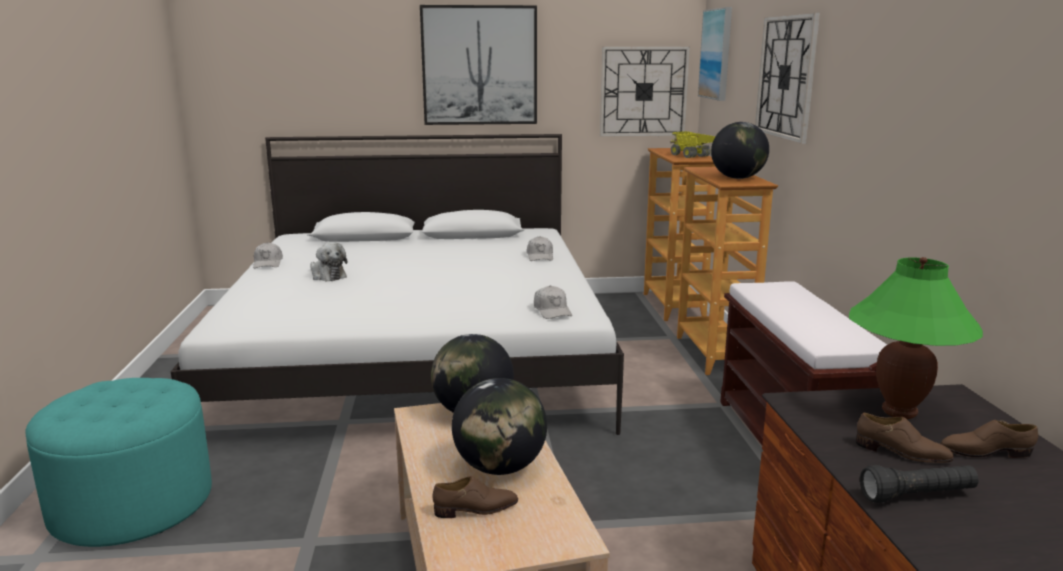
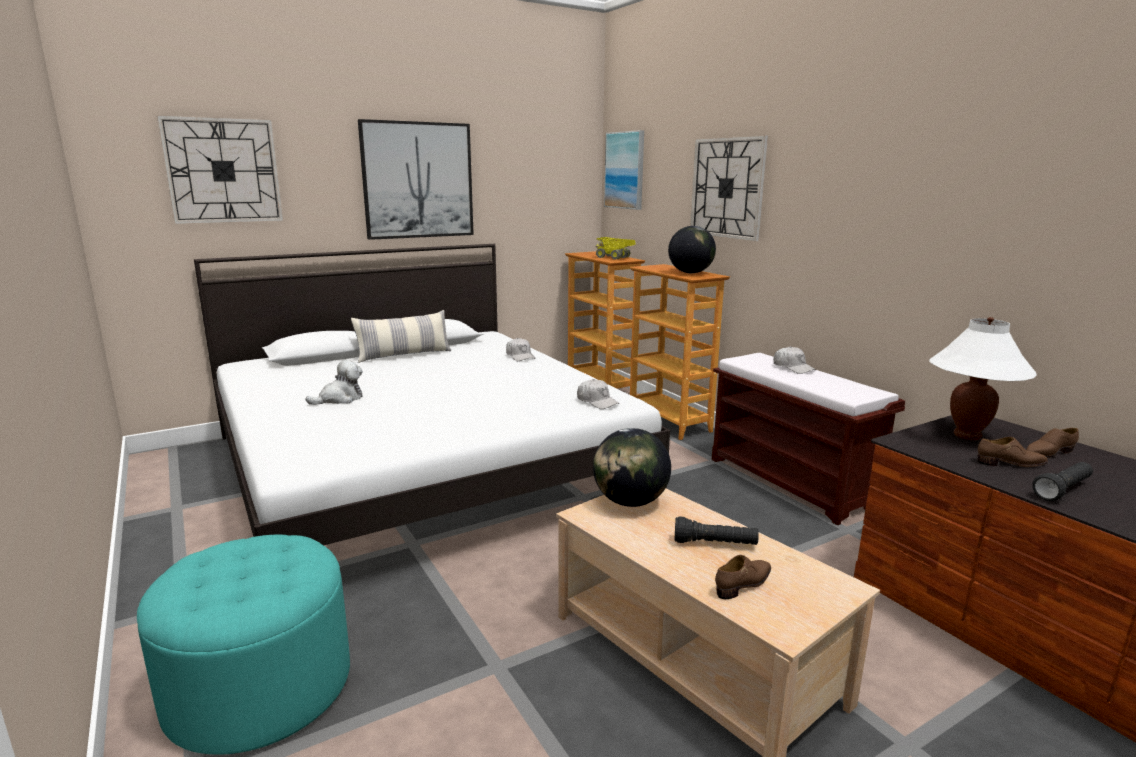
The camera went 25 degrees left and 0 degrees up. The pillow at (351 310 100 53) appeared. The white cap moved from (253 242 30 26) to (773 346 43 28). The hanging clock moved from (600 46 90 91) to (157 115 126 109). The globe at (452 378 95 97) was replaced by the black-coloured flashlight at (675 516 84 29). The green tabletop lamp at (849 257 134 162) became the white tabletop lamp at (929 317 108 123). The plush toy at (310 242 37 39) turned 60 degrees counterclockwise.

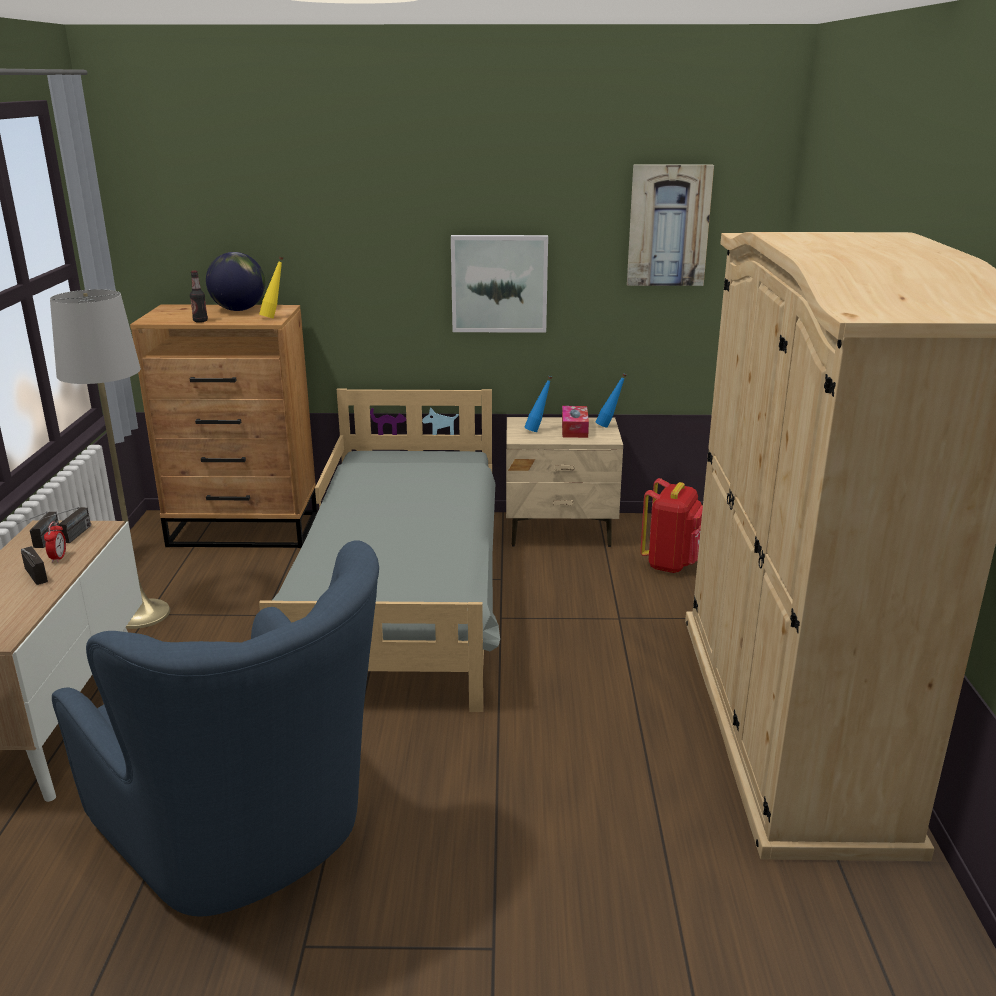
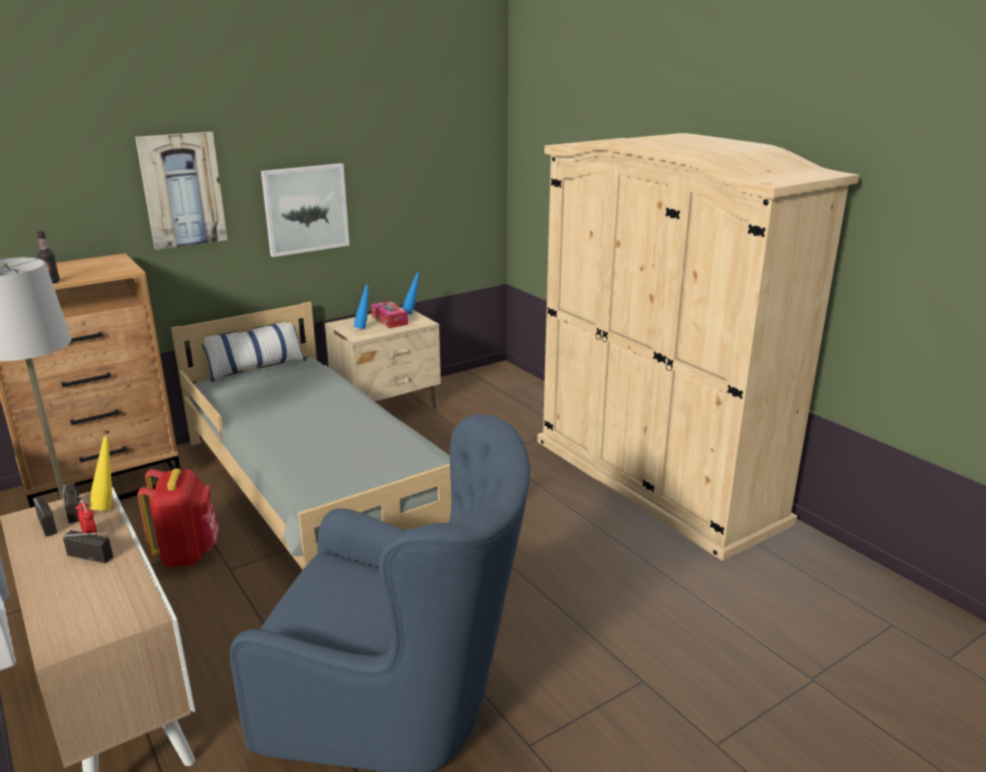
The camera went 35 degrees left and 0 degrees up. The globe at (206 252 59 59) disappeared. The pillow at (202 322 104 60) appeared. The yellow-coloured drink bottle moved from (259 257 24 62) to (90 430 22 80). The wall art moved from (627 164 87 122) to (135 132 92 118). The reddish backpack moved from (640 478 63 95) to (138 468 81 99).

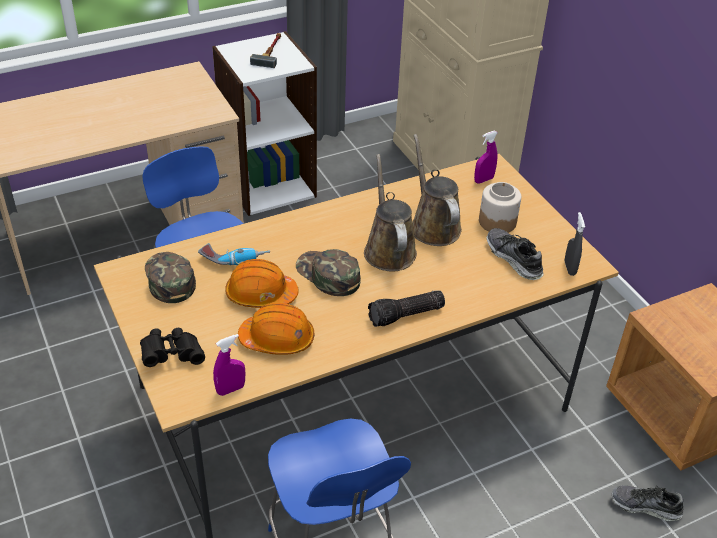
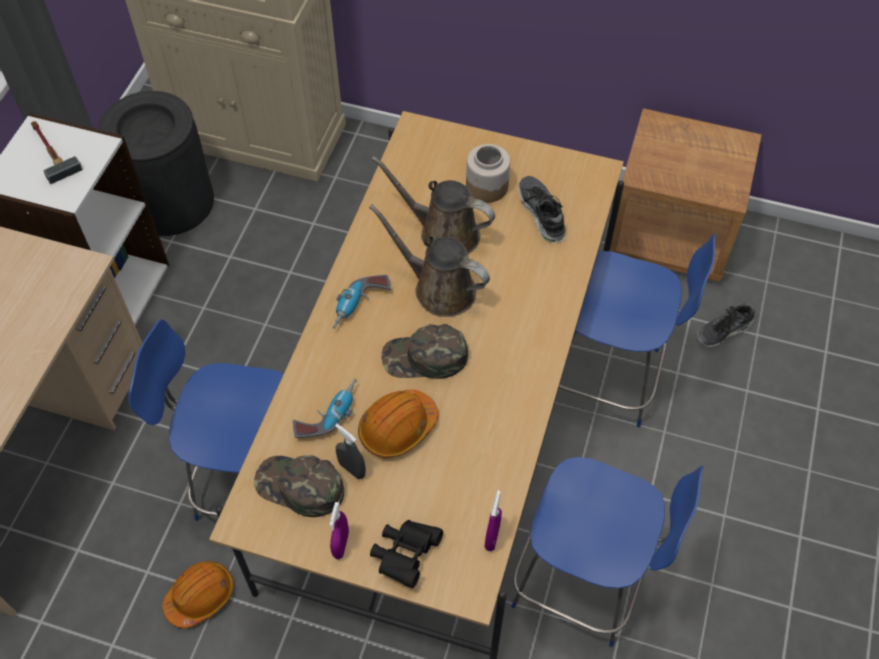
The camera went 45 degrees left and 15 degrees up. The flashlight at (368 290 77 37) disappeared. The black-coloured waste bin at (98 91 116 145) appeared. The electric drill at (333 275 58 54) appeared. The blue-coloured upright chair at (559 233 157 194) appeared. The orangey hard hat moved from (238 303 76 52) to (163 561 71 67). The purplish spray bottle moved from (474 131 24 52) to (329 502 20 57). The greyish spray bottle moved from (565 212 20 64) to (335 424 31 55). The low shoe at (486 228 58 52) turned 60 degrees clockwise.

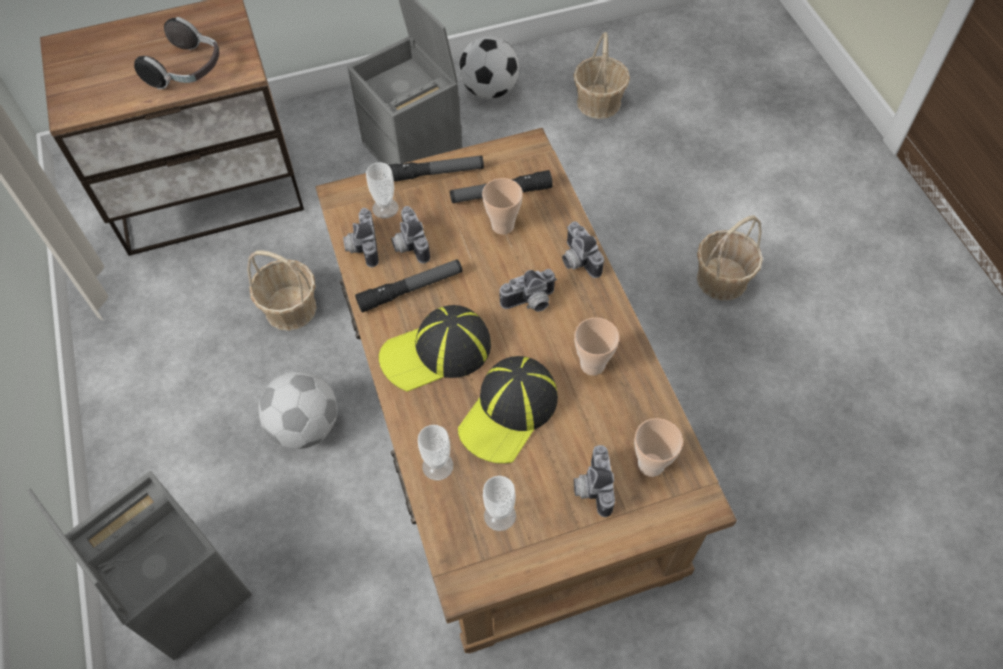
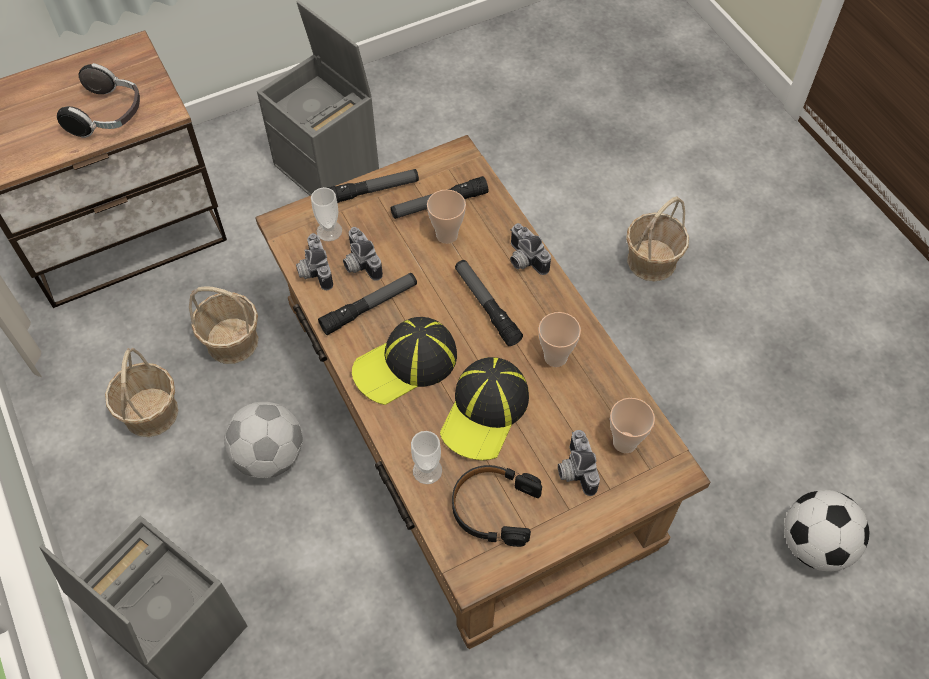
The camera went 10 degrees left and 0 degrees up. The football moved from (459 36 60 63) to (784 490 85 81). The storage basket moved from (573 32 57 87) to (105 348 73 89). The drinking cup at (483 476 33 55) was replaced by the black-coloured headphones at (452 465 90 82). The still camera at (499 269 58 43) was replaced by the flashlight at (455 260 68 86).

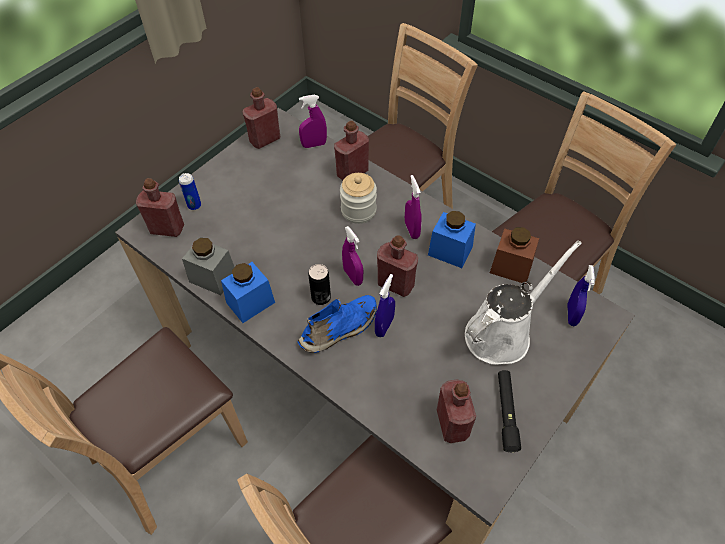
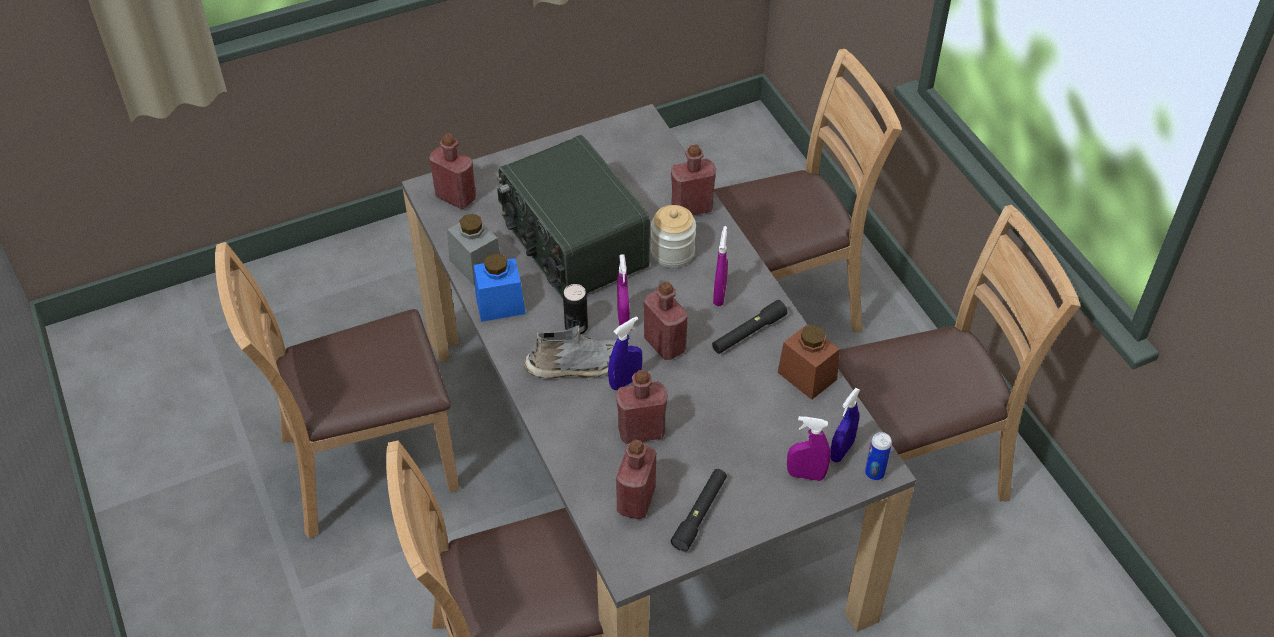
The camera went 25 degrees right and 5 degrees down. The white watering pot at (465 241 117 124) disappeared. The radio receiver at (497 135 153 164) appeared. The metal can moved from (179 173 22 37) to (865 432 27 48). The reddish drink bottle moved from (243 87 37 62) to (616 370 52 74). The purplish spray bottle moved from (299 95 28 53) to (787 416 44 65). The blue-coloured preserve jar at (428 211 48 57) was replaced by the black-coloured flashlight at (712 300 75 54). The blue-coloured low shoe at (298 295 79 58) became the greyish low shoe at (524 325 92 53).

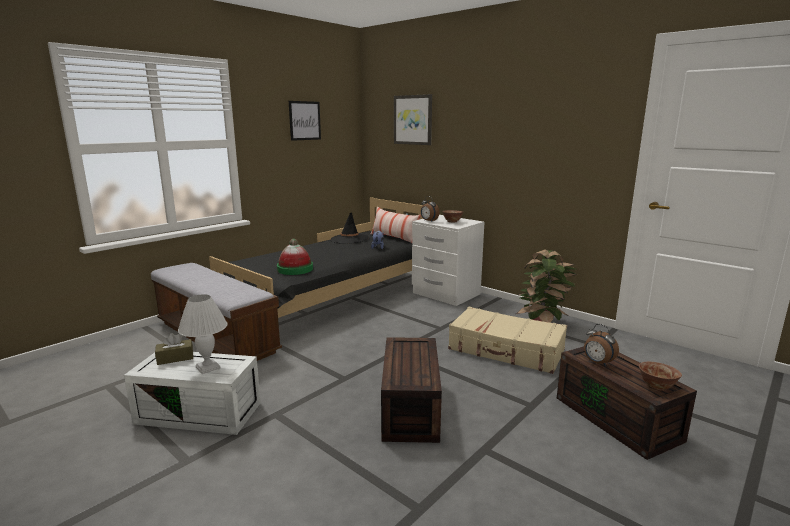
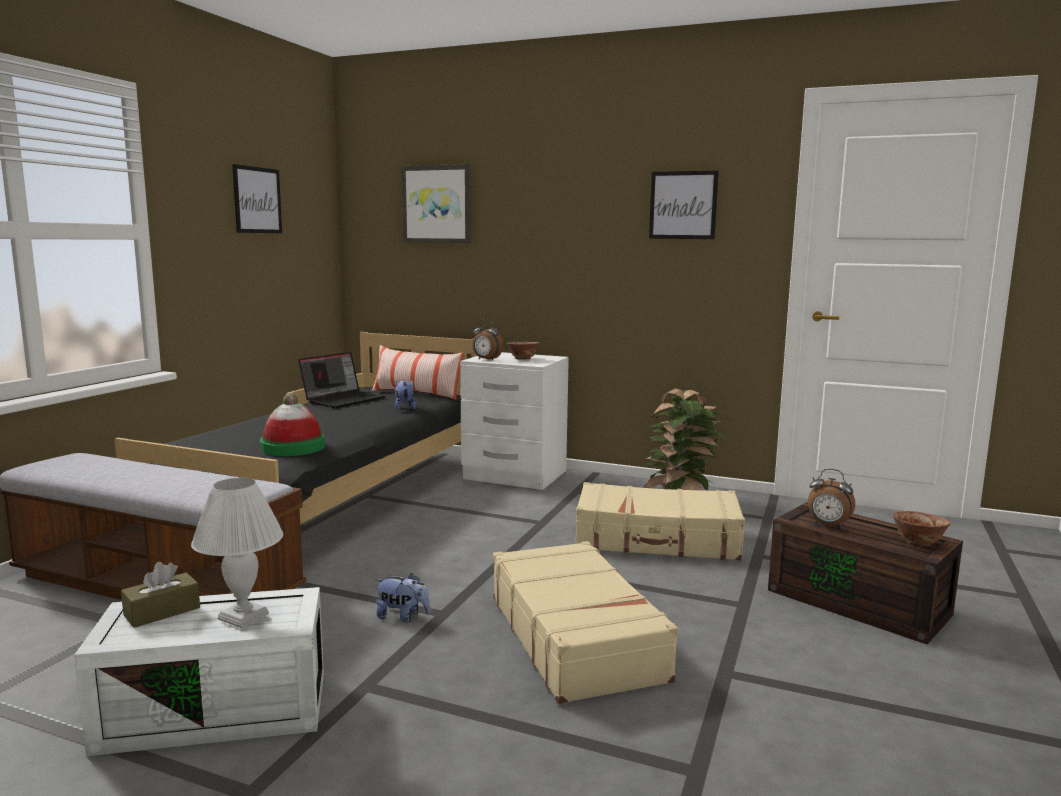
The camera went 20 degrees left and 5 degrees down. The plush toy at (375 573 56 50) appeared. The wall art at (649 171 70 68) appeared. The black-coloured wearable hat at (331 213 38 31) was replaced by the laptop at (298 352 87 56). The brown-coloured storage bin at (381 337 61 106) was replaced by the beige travel case at (493 541 186 163).

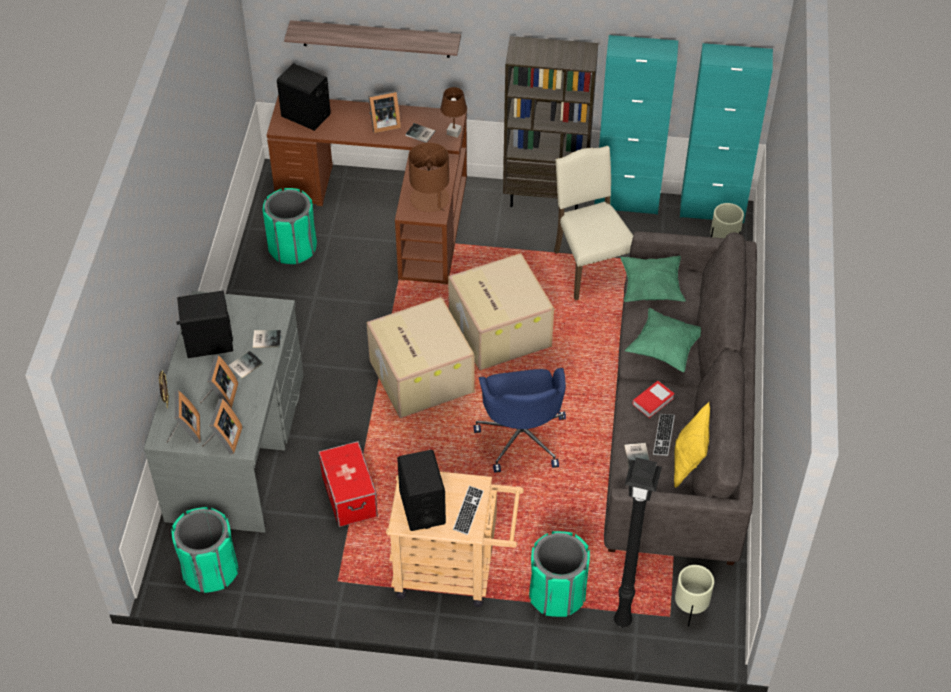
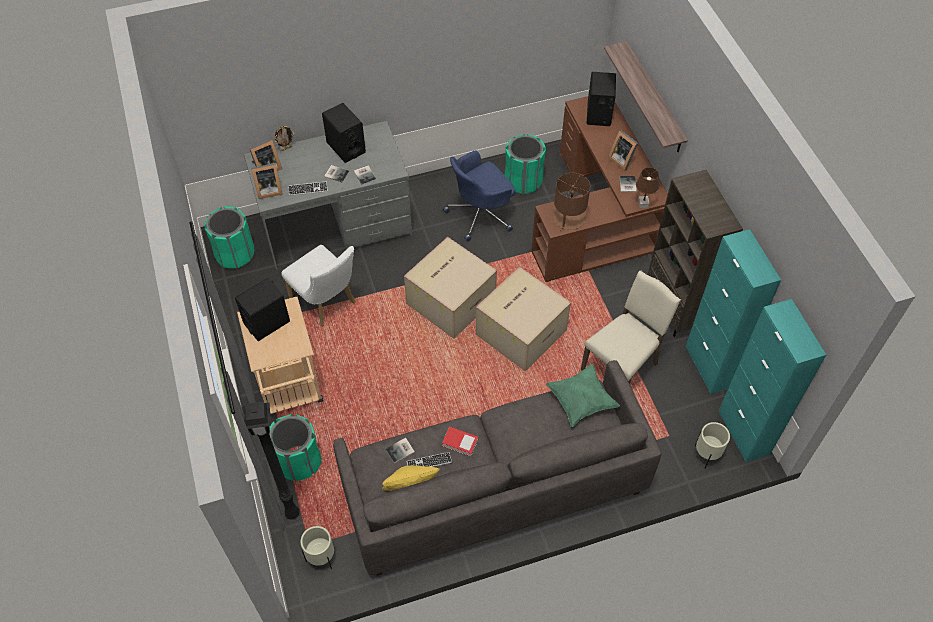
The camera went 65 degrees right and 5 degrees up. The photo frame at (200 355 38 54) disappeared. The green pillow at (625 308 76 64) disappeared. The computer keyboard moved from (453 486 31 49) to (288 181 40 15). The blue-coloured desk chair moved from (474 368 92 105) to (443 151 72 90). The storage bin at (318 441 60 86) was replaced by the white upright chair at (281 245 75 82).

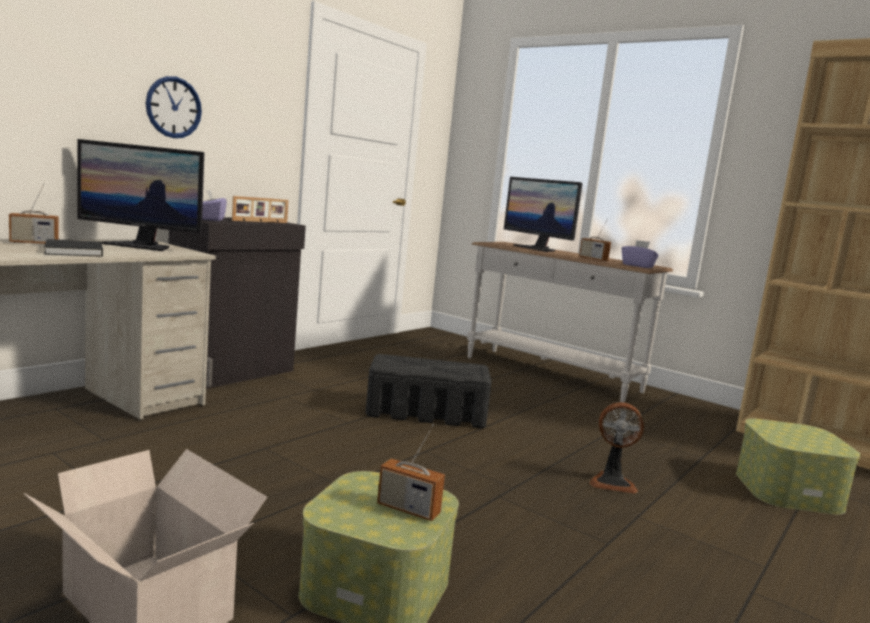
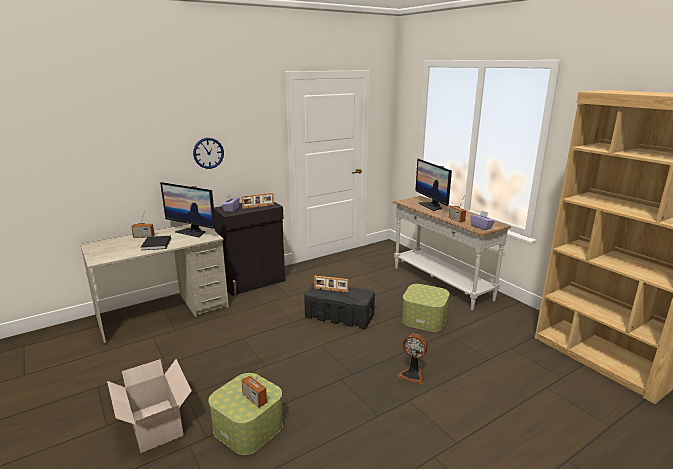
The camera went 20 degrees right and 10 degrees up. The photo frame at (314 276 35 17) appeared. The storage bin moved from (736 419 125 96) to (402 284 48 48).

